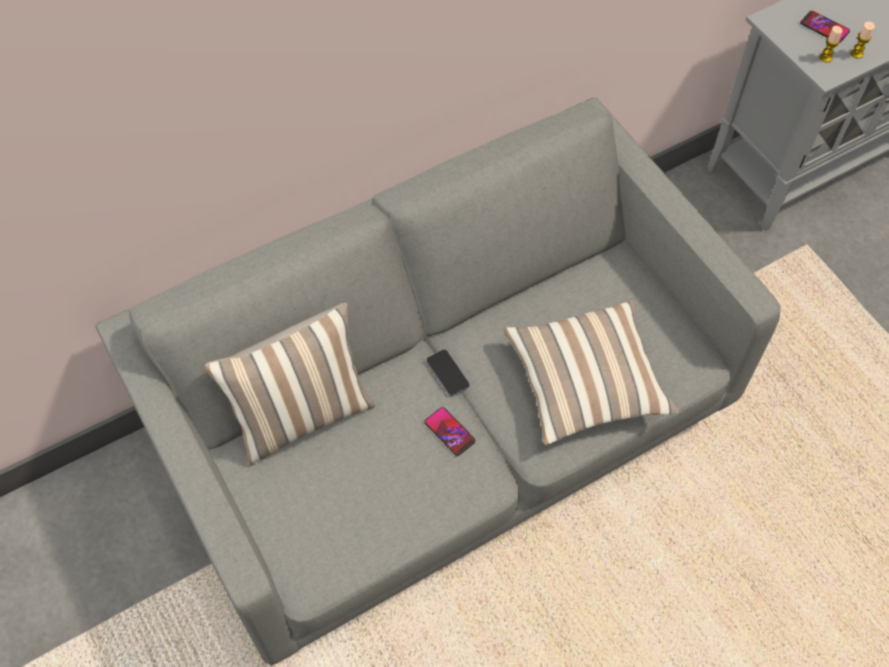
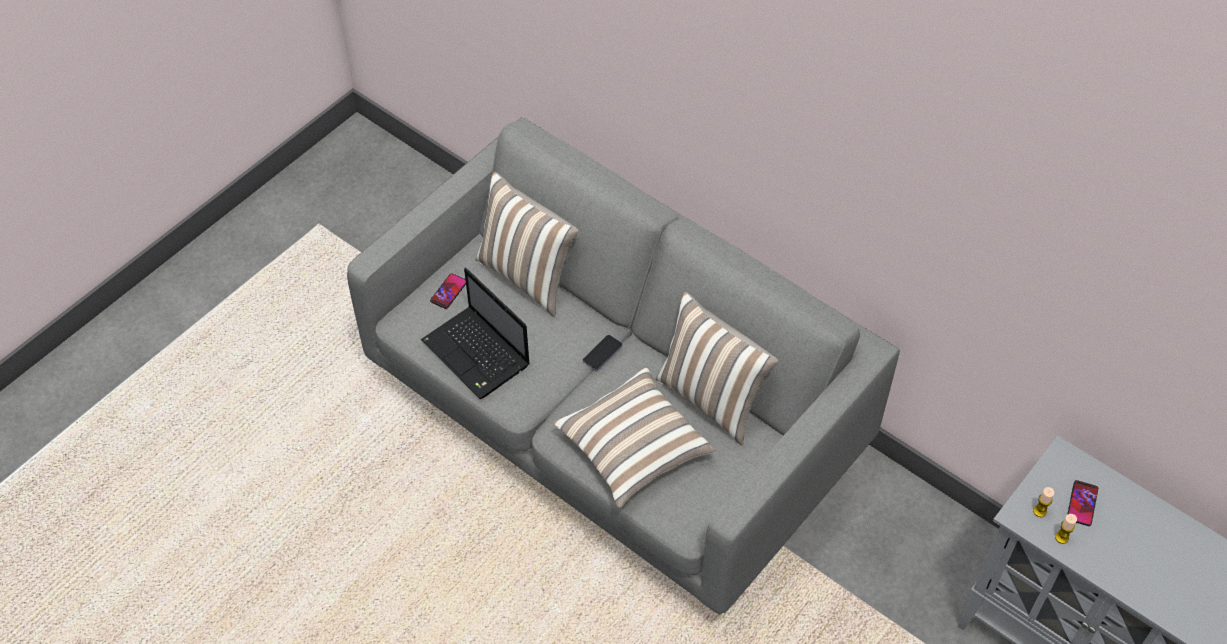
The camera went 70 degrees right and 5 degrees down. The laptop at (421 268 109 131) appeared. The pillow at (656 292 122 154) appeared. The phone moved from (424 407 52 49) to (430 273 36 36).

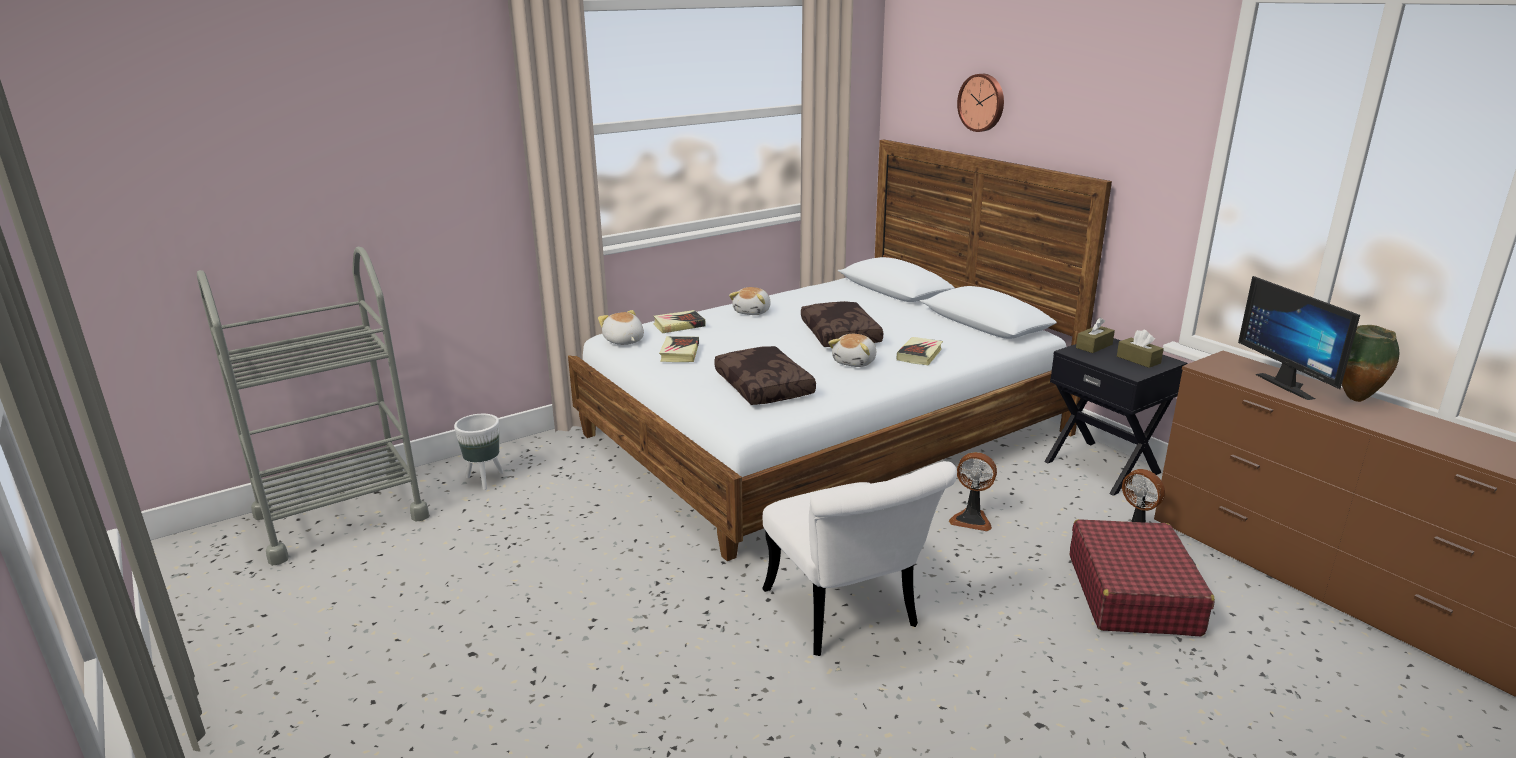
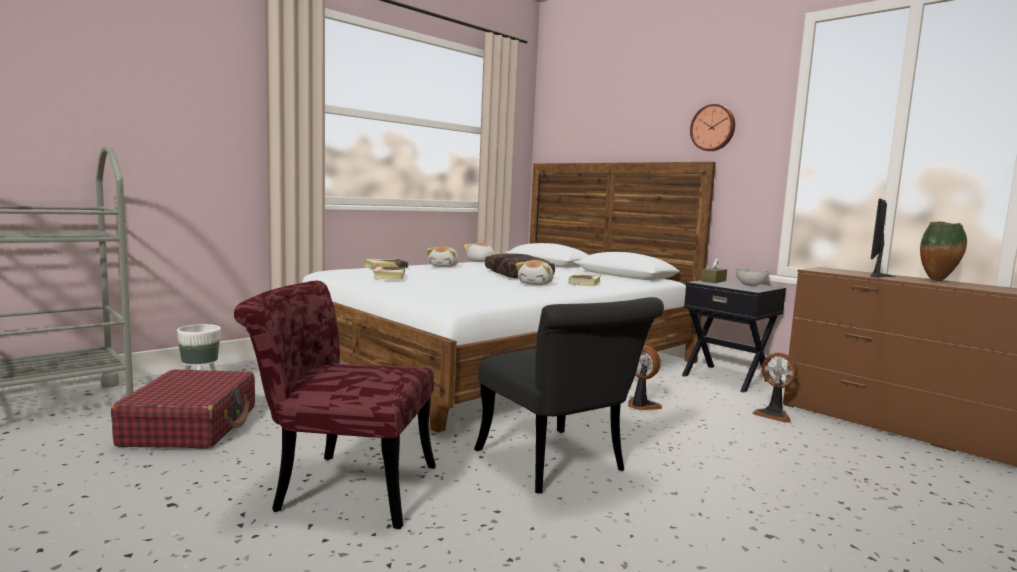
The camera went 10 degrees left and 15 degrees down. The brown-coloured pillow at (714 346 102 59) disappeared. The reddish upright chair at (234 281 202 248) appeared. The plush toy moved from (598 310 46 35) to (464 243 31 19). The hanging clock moved from (957 74 47 58) to (690 104 45 47). The reddish travel case moved from (1070 519 145 117) to (111 369 144 80). The brown-coloured tissue holder at (1117 329 47 39) was replaced by the bowl at (736 269 33 18). The white upright chair at (762 461 195 195) became the black-coloured upright chair at (474 297 190 196). The cooling fan at (949 452 48 79) turned 150 degrees counterclockwise. The computer display at (1238 276 122 124) turned 60 degrees clockwise.

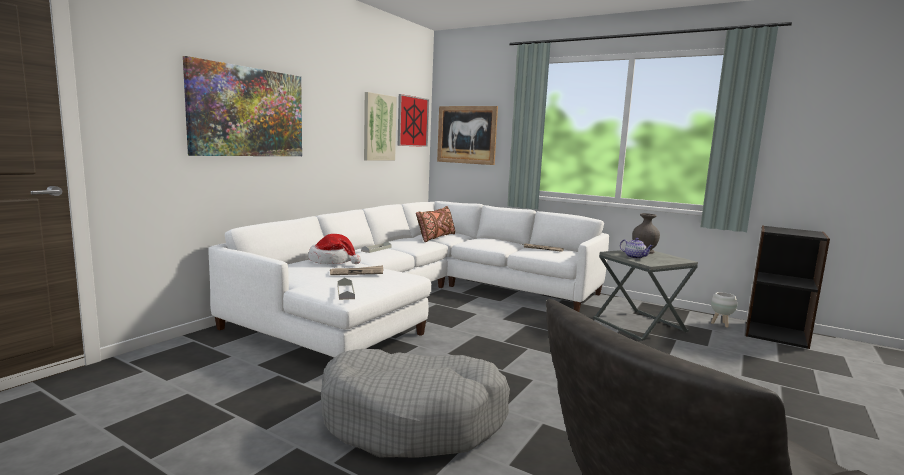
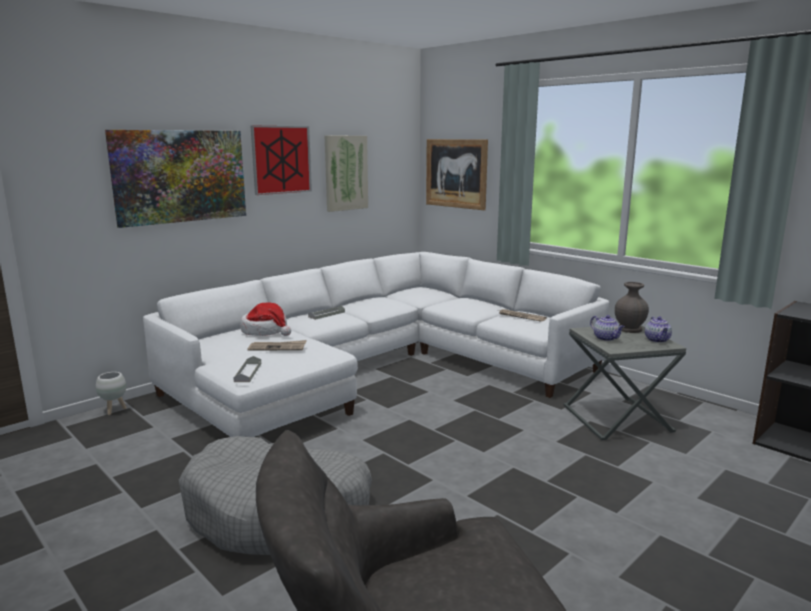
The camera went 15 degrees right and 5 degrees up. The brown-coloured pillow at (416 206 39 36) disappeared. The teapot at (645 317 27 26) appeared. The wall art moved from (398 94 31 53) to (251 125 61 70). The white flower pot moved from (711 292 26 36) to (96 372 31 43).

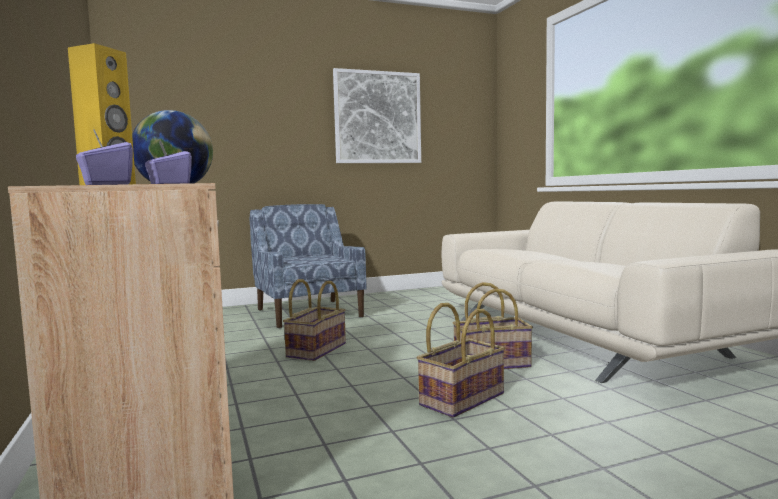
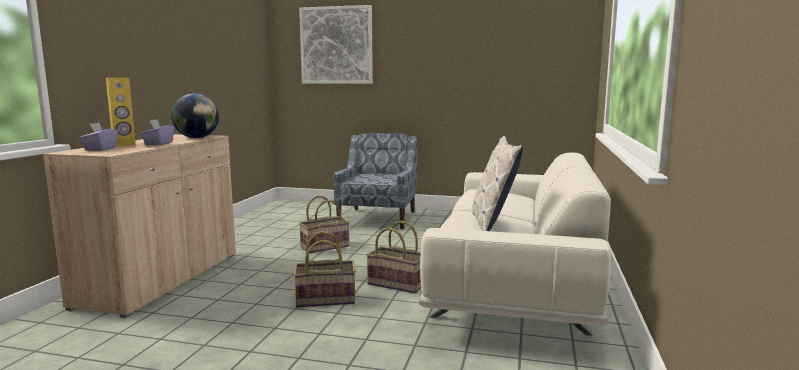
The camera went 35 degrees right and 5 degrees up. The pillow at (472 136 51 95) appeared. The wall art moved from (333 68 88 95) to (299 5 74 79).

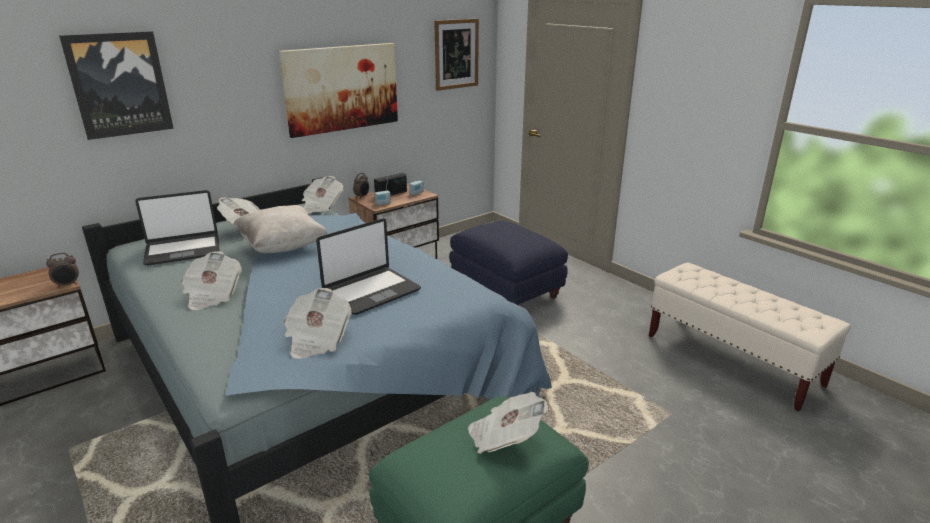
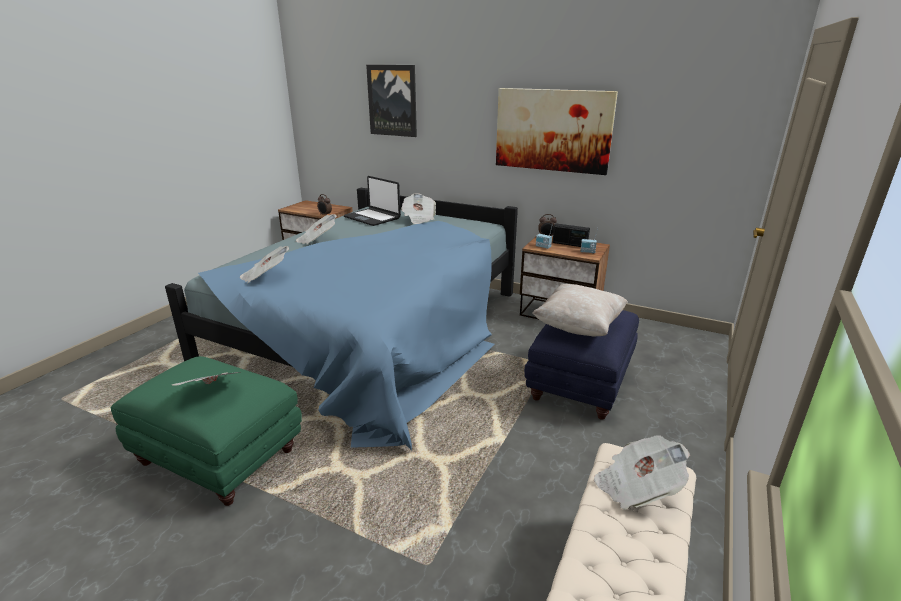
The camera went 65 degrees right and 0 degrees up. The laptop at (316 218 105 97) disappeared. The wall art at (434 18 45 73) disappeared. The beige pillow moved from (234 205 94 48) to (532 284 96 52). The daily paper moved from (302 176 42 37) to (594 435 96 75).

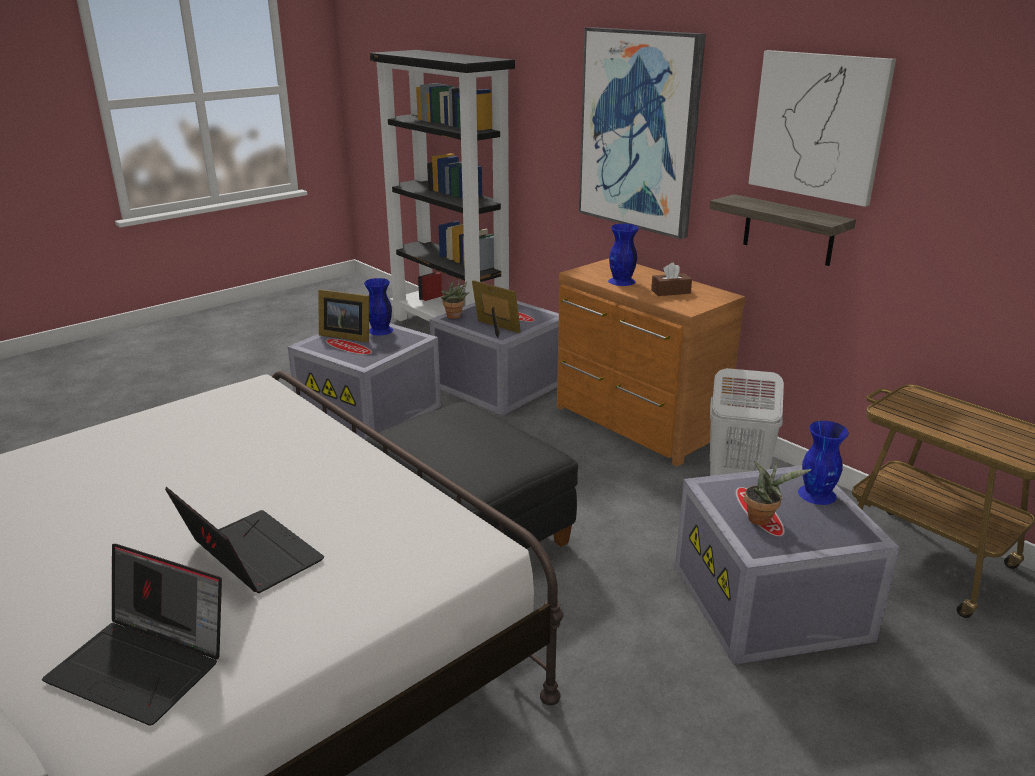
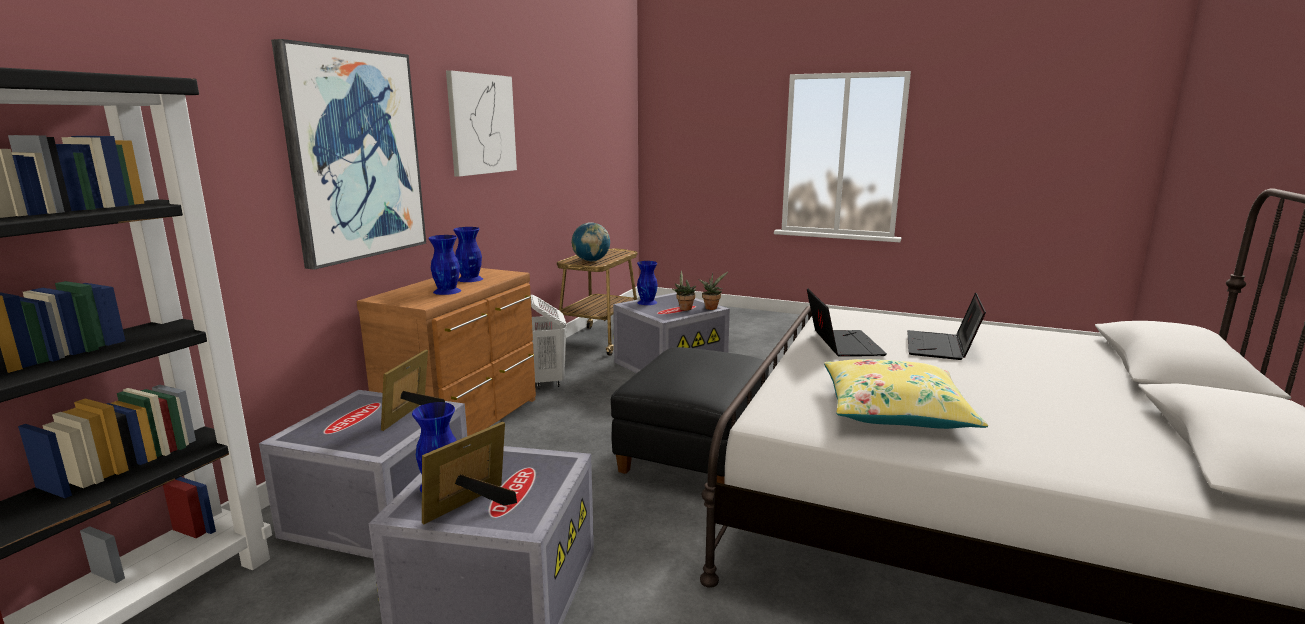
The camera went 115 degrees left and 10 degrees down. The bracket shelf at (709 194 147 72) disappeared. The globe at (571 222 39 40) appeared. The yellow-coloured pillow at (824 359 164 70) appeared. The laptop moved from (42 544 180 182) to (807 288 80 69). The houseplant moved from (441 280 28 39) to (698 272 30 38). The brown-coloured tissue holder at (651 262 41 34) was replaced by the blue-coloured decorative vase at (453 227 30 55). The photo frame at (318 289 51 53) turned 135 degrees counterclockwise.

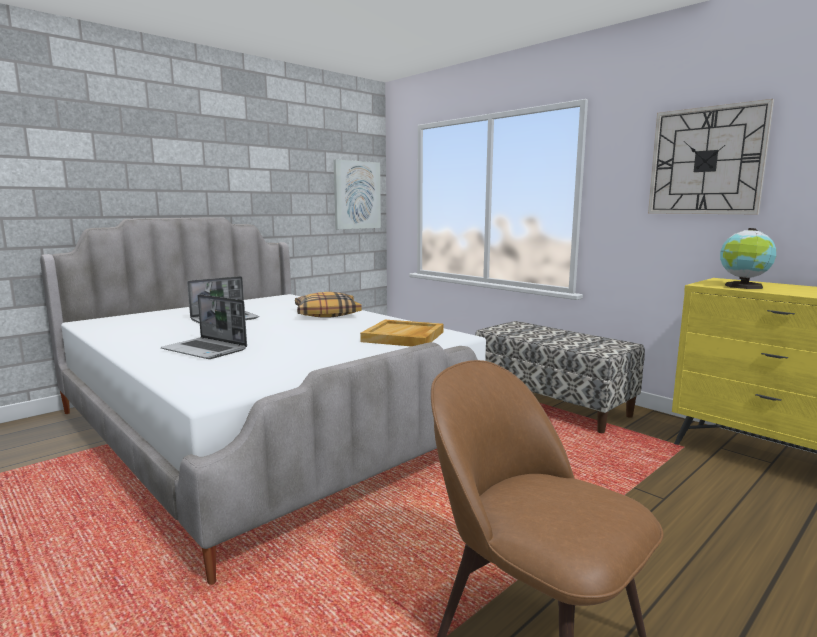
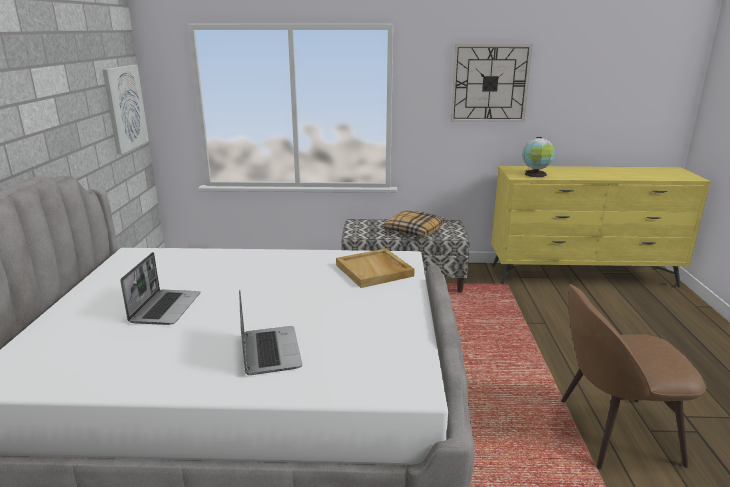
The camera went 45 degrees left and 10 degrees up. The pillow moved from (295 292 67 26) to (384 211 60 26). The laptop at (161 294 86 65) turned 90 degrees counterclockwise.

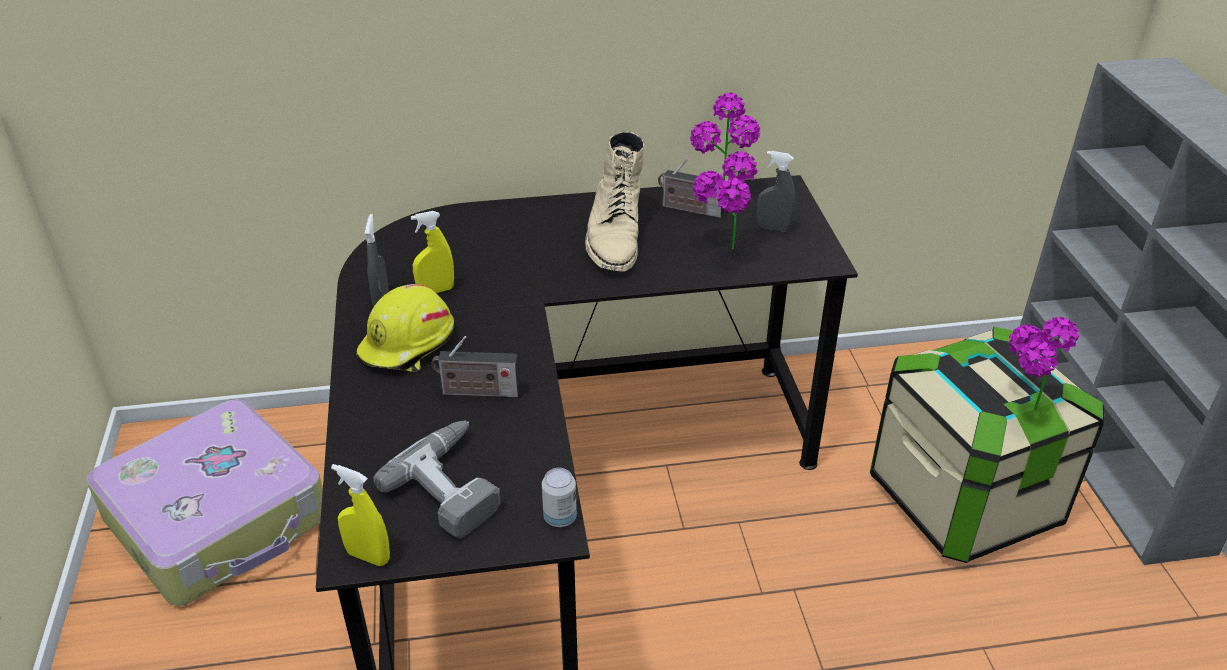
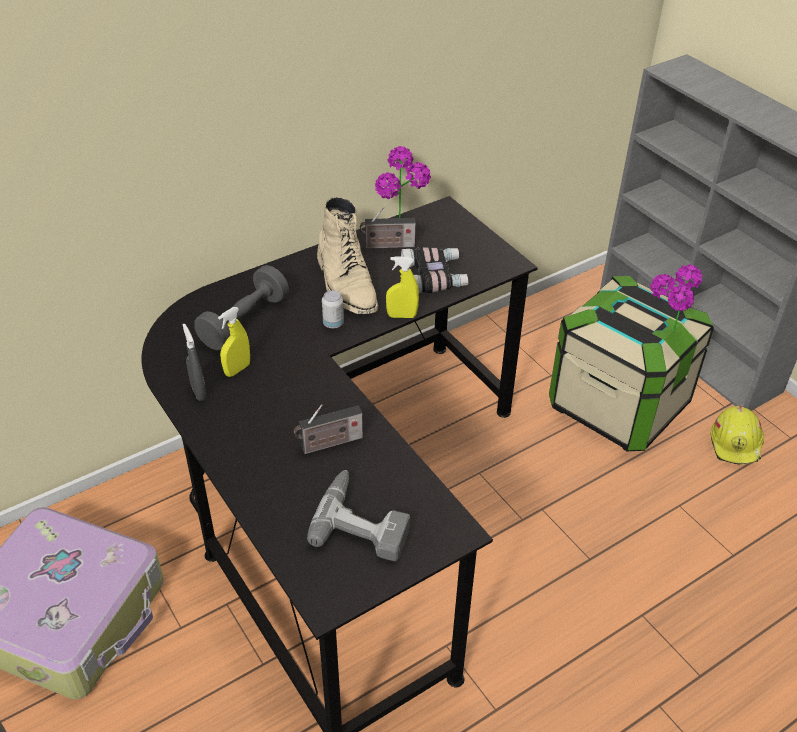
The camera went 25 degrees left and 5 degrees up. The greyish spray bottle at (756 151 40 81) disappeared. The greyish dumbbell at (194 265 95 86) appeared. The yellow-coloured spray bottle moved from (331 464 59 102) to (386 256 33 62). The yellow-coloured hard hat moved from (356 284 98 88) to (711 406 53 59). The metal can moved from (542 468 35 59) to (322 290 22 39). The houseplant at (693 151 64 99) was replaced by the pair of binoculars at (401 247 67 46).

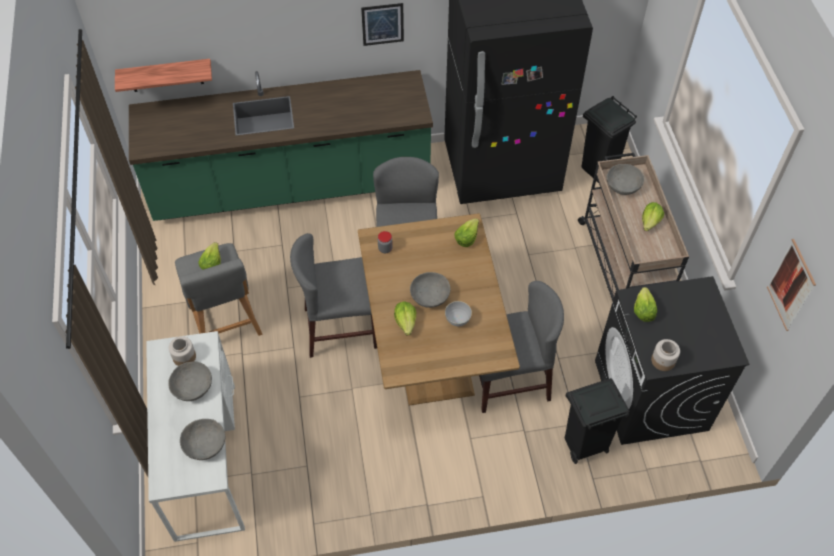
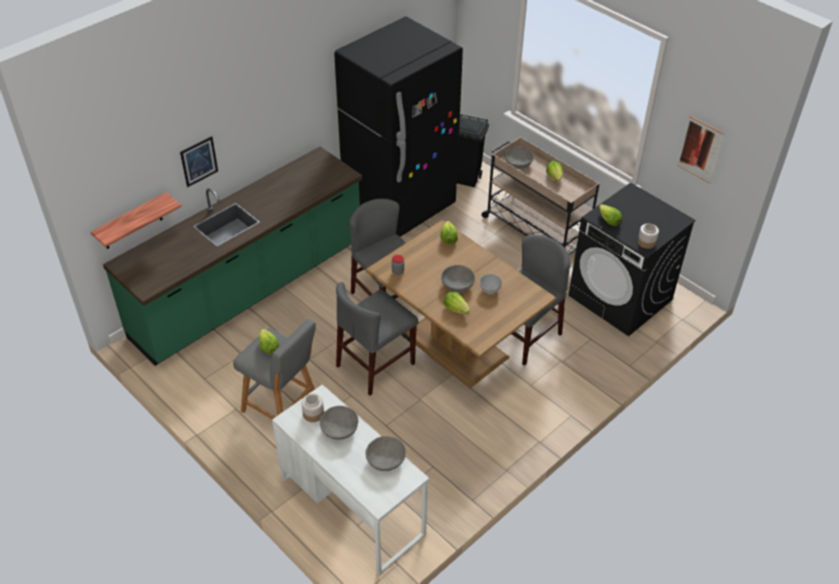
The camera went 35 degrees left and 10 degrees down. The black-coloured waste bin at (565 378 64 86) disappeared. The wall art moved from (361 3 43 43) to (180 136 38 51).

